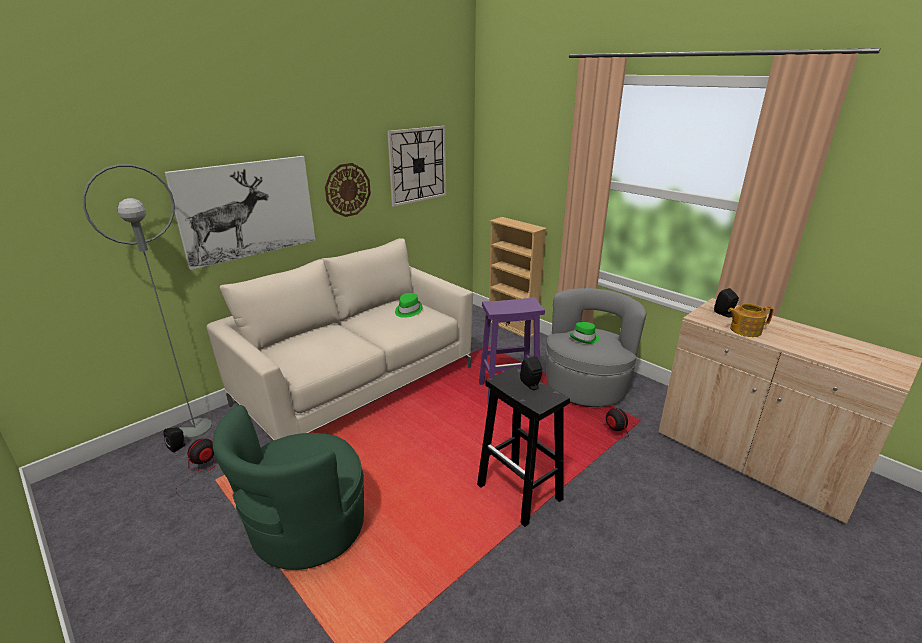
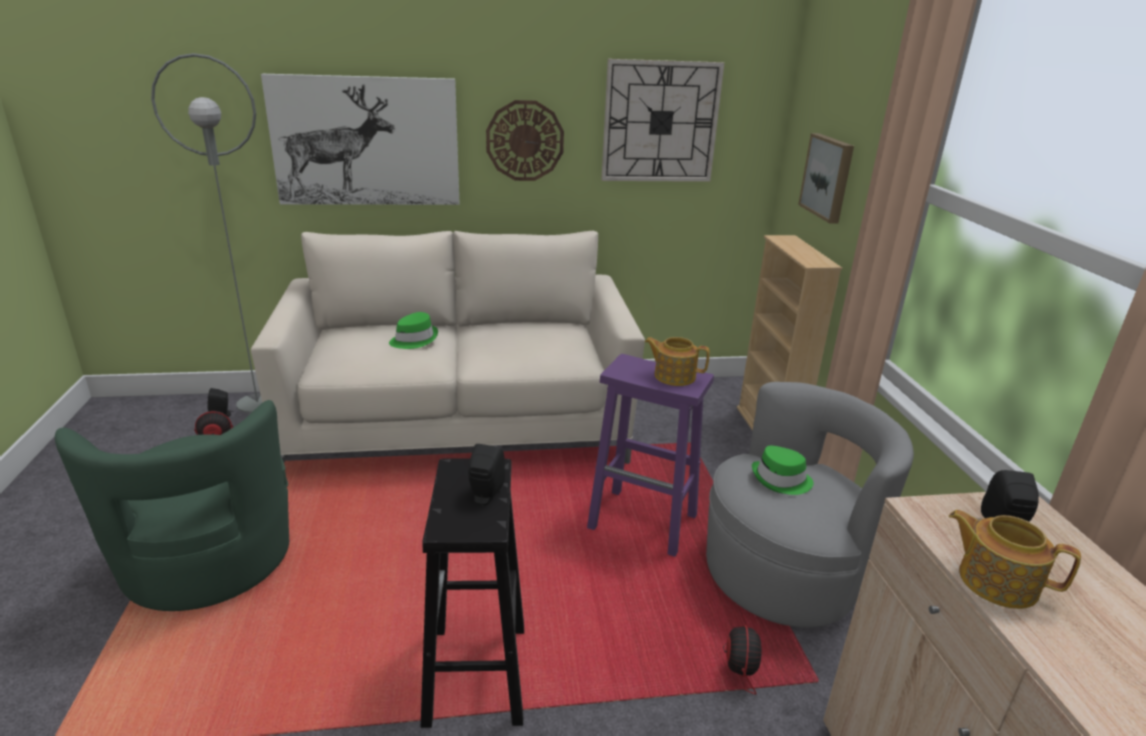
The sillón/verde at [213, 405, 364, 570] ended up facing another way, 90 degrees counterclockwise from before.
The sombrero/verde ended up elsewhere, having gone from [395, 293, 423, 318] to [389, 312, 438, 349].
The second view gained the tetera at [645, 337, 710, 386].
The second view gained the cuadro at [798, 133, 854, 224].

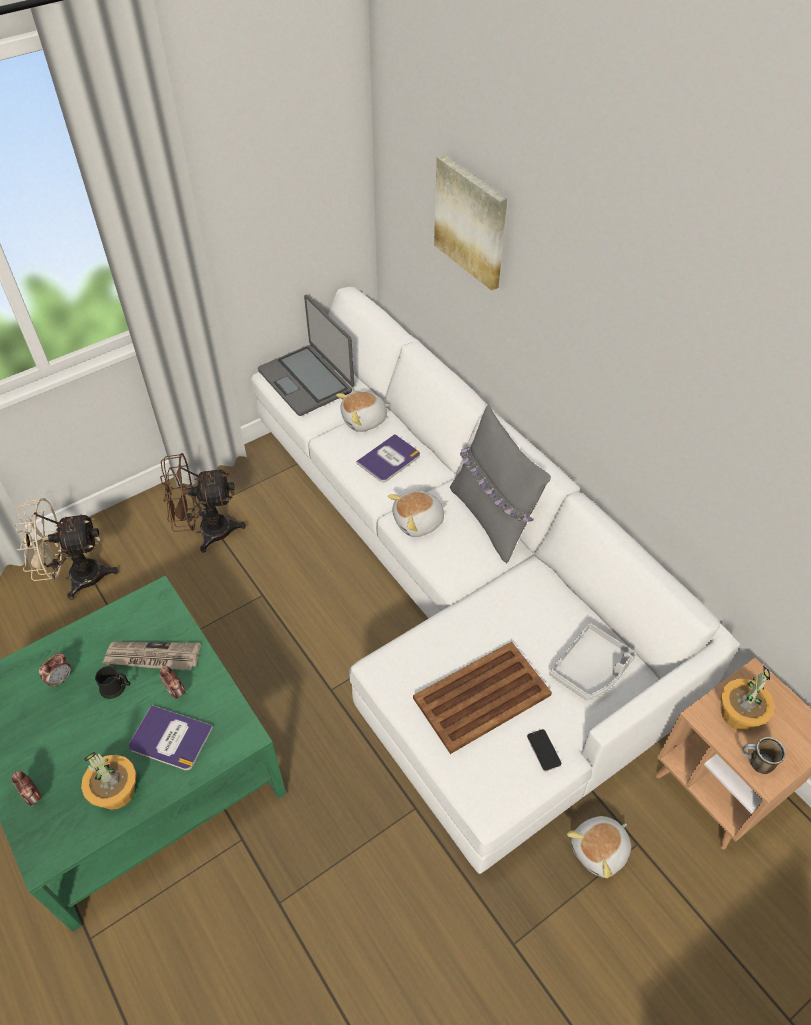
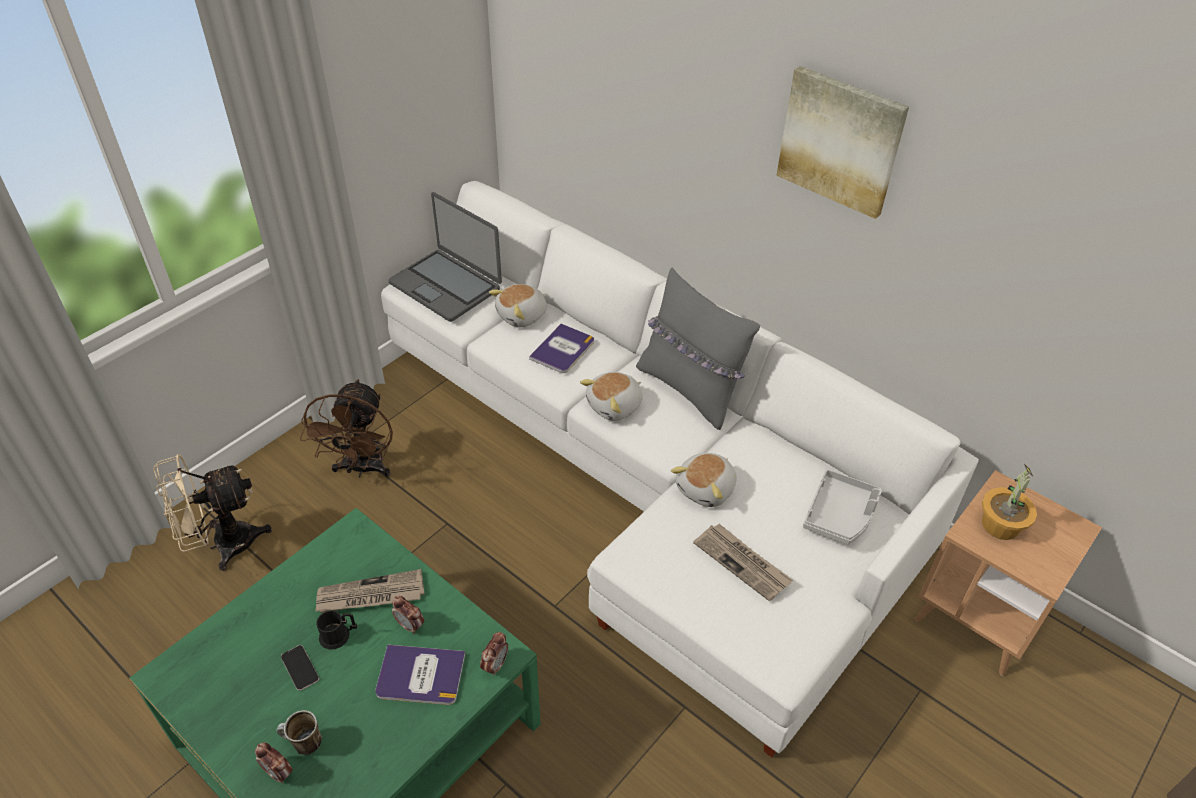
The despertador ended up elsewhere, having gone from [39, 653, 71, 688] to [480, 632, 508, 676].
The second view lost the planta en maceta at [81, 752, 136, 810].
The ventilador/marrón at [160, 453, 246, 553] ended up facing another way, 60 degrees counterclockwise from before.
Where the bandeja/marrón stood at [413, 642, 552, 754], the periódico came to stand at [693, 524, 793, 601].
The cuadro ended up elsewhere, having gone from [434, 155, 507, 291] to [776, 66, 909, 219].
The móvil ended up elsewhere, having gone from [527, 729, 562, 771] to [281, 645, 319, 691].
The peluche ended up elsewhere, having gone from [567, 816, 631, 878] to [671, 453, 737, 507].
The taza grande ended up elsewhere, having gone from [742, 737, 786, 774] to [276, 710, 322, 755].

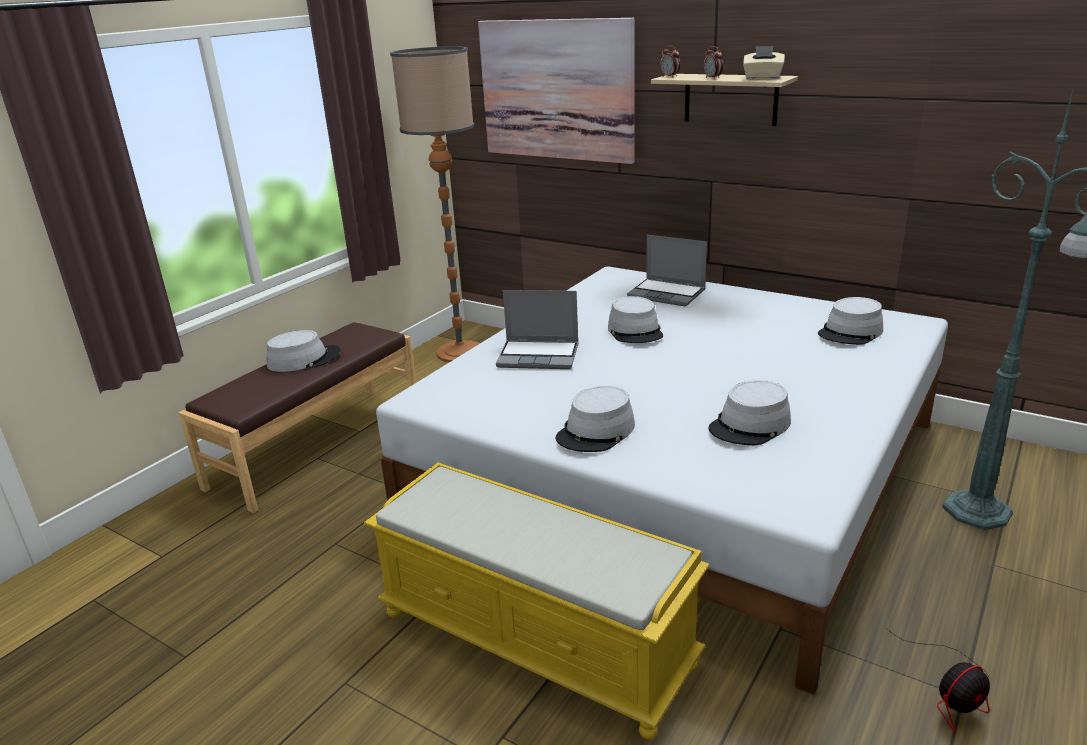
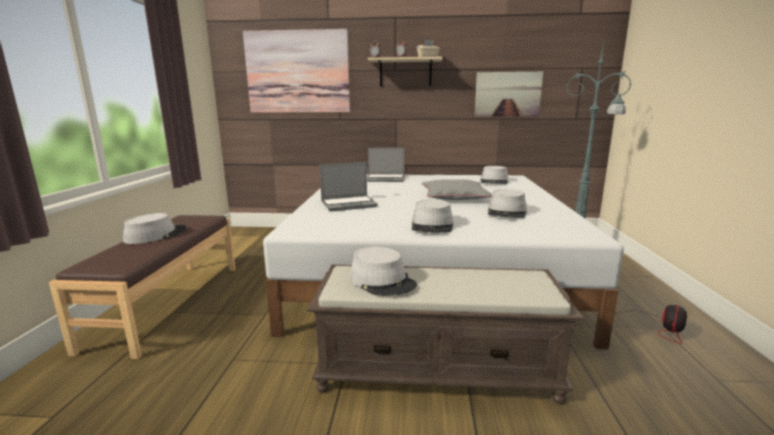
What was the banco/amarillo at [364, 462, 710, 740] turned into the banco/marrón at [307, 264, 584, 404].
The second view lost the lámpara de pie at [390, 46, 480, 362].
The sombrero/gris ended up elsewhere, having gone from [608, 296, 663, 343] to [350, 247, 417, 296].
The second view gained the cojín/gris at [422, 179, 492, 200].
The second view gained the cuadro at [475, 72, 543, 117].

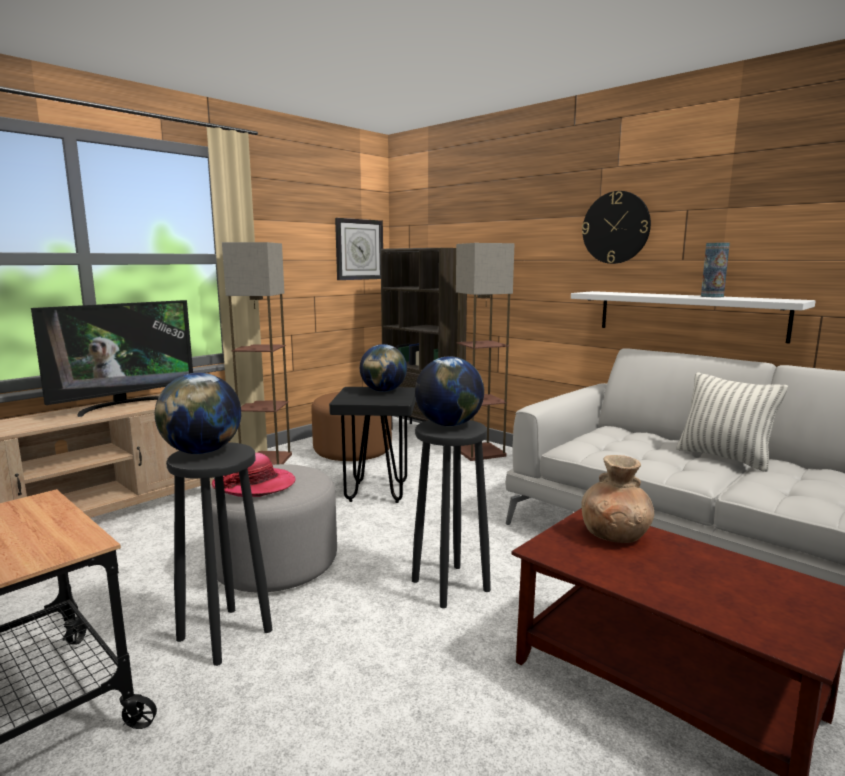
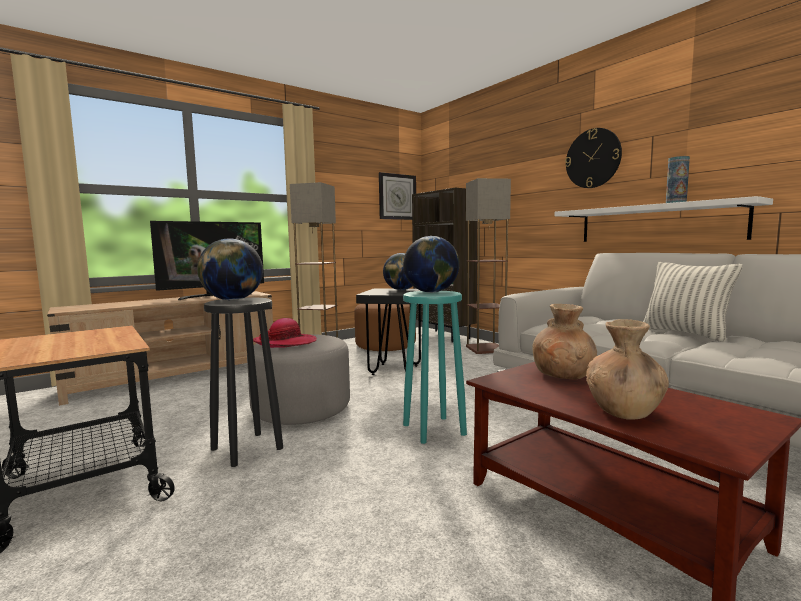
What was the taburete/negro at [412, 420, 491, 608] turned into the taburete/turquesa at [403, 291, 467, 444].
The second view gained the florero/marrón at [586, 319, 669, 420].

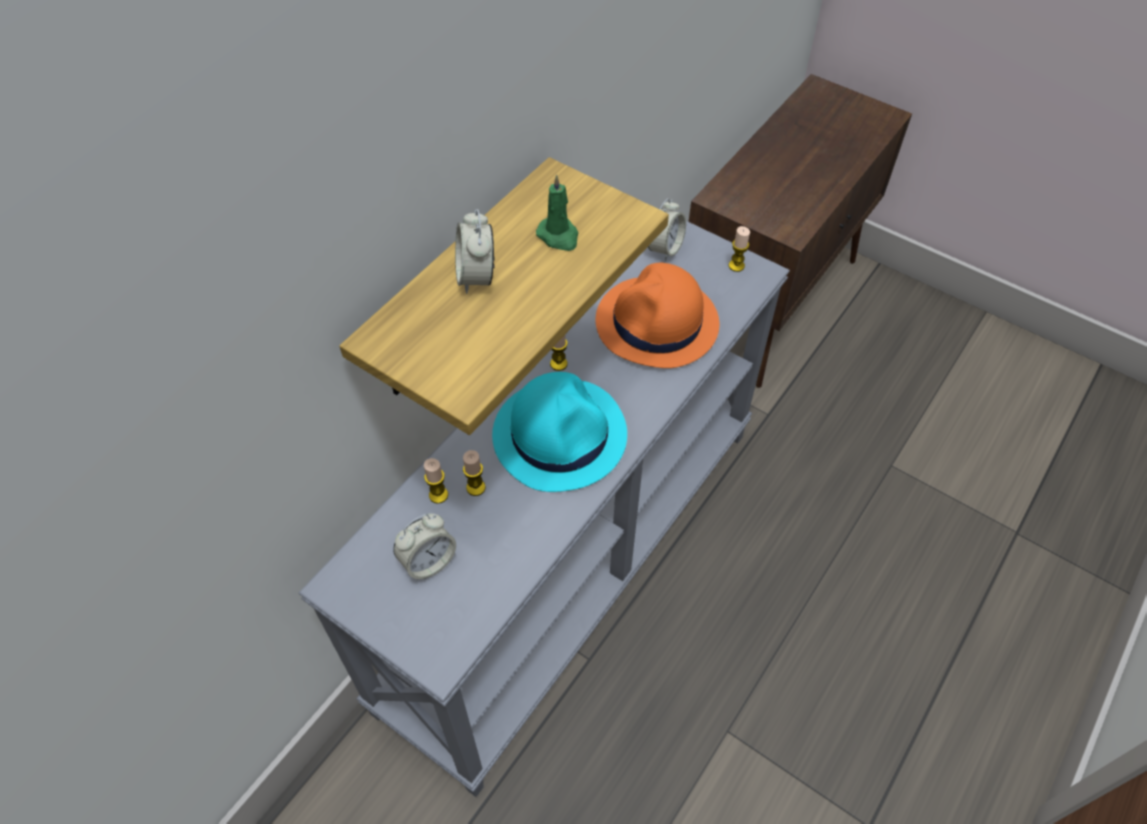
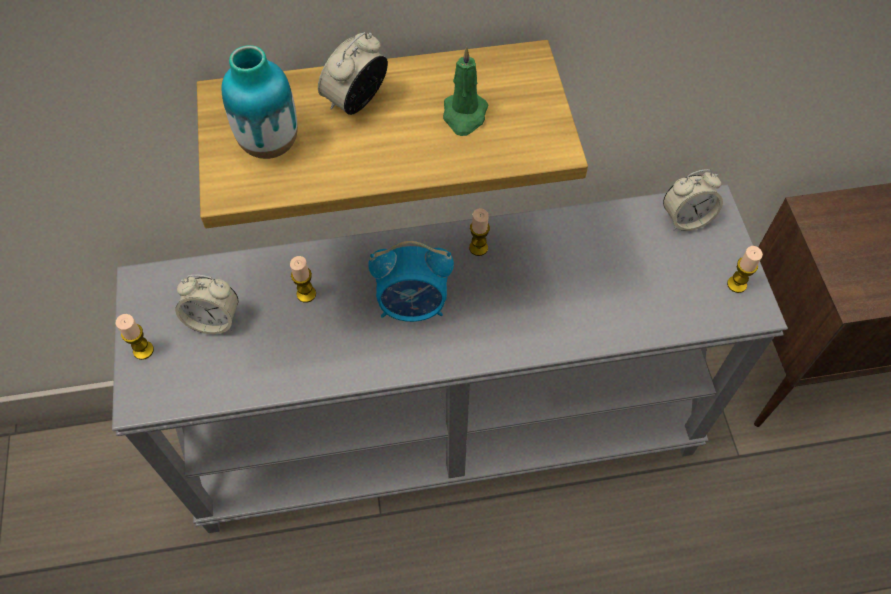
The vela ended up elsewhere, having gone from [424, 458, 448, 504] to [116, 314, 154, 360].
Where the sombrero/turquesa stood at [492, 372, 627, 492], the despertador came to stand at [368, 241, 454, 322].
The second view lost the sombrero/naranja at [595, 263, 719, 368].
The second view gained the florero at [221, 45, 298, 159].

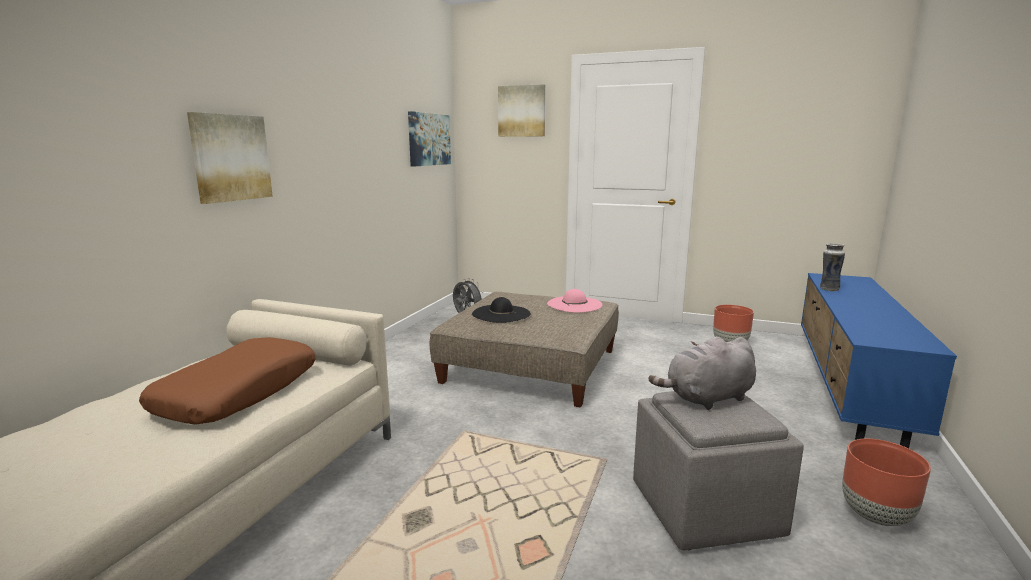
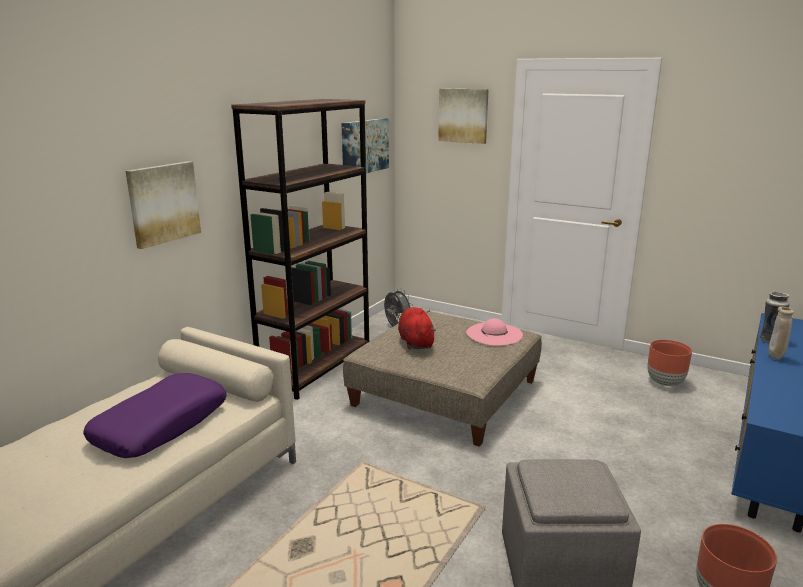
What was the cojín/marrón at [139, 337, 316, 425] turned into the cojín/morado at [83, 373, 227, 458].
Where the sombrero/negro stood at [472, 297, 531, 323], the peluche/rojo came to stand at [398, 307, 436, 349].
The second view lost the peluche/gris at [649, 336, 756, 410].
The second view gained the estantería/marrón at [231, 99, 369, 400].
The second view gained the florero/beis at [769, 307, 794, 360].

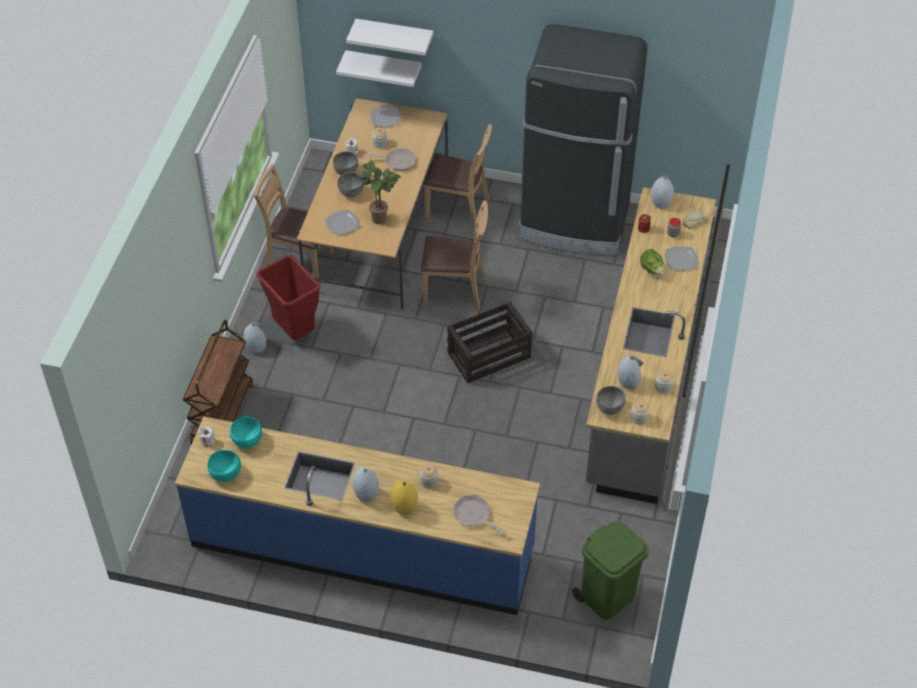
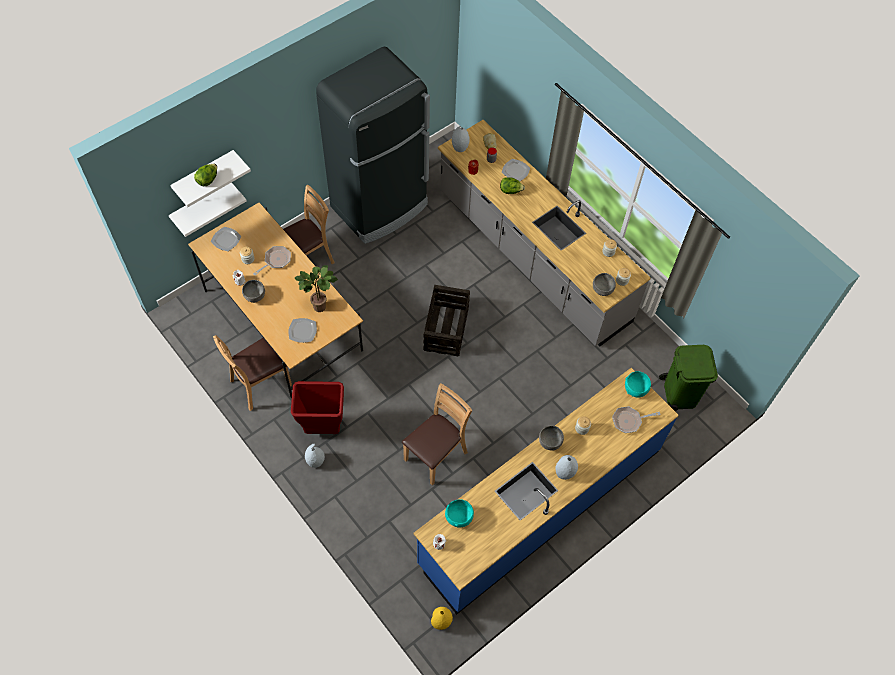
The second view lost the carrito/marrón at [183, 320, 253, 444].
The cuenco/turquesa ended up elsewhere, having gone from [207, 450, 241, 482] to [625, 371, 651, 398].
The cuenco/gris ended up elsewhere, having gone from [338, 172, 364, 197] to [539, 425, 564, 451].
The florero/amarillo ended up elsewhere, having gone from [390, 481, 418, 515] to [431, 607, 453, 630].
The silla/marrón ended up elsewhere, having gone from [421, 200, 488, 310] to [402, 383, 473, 485].
The second view lost the florero/gris at [618, 356, 644, 390].
The second view gained the lechuga at [194, 164, 217, 186].

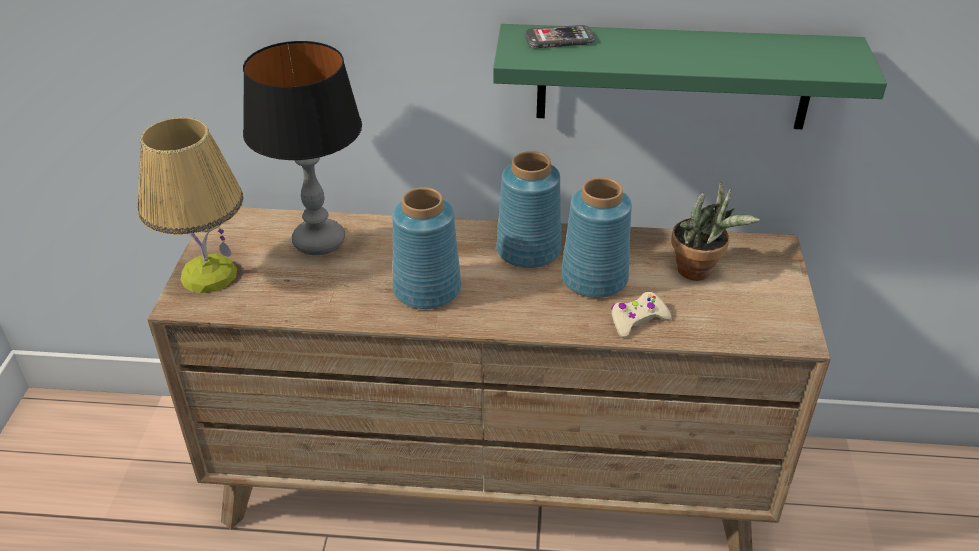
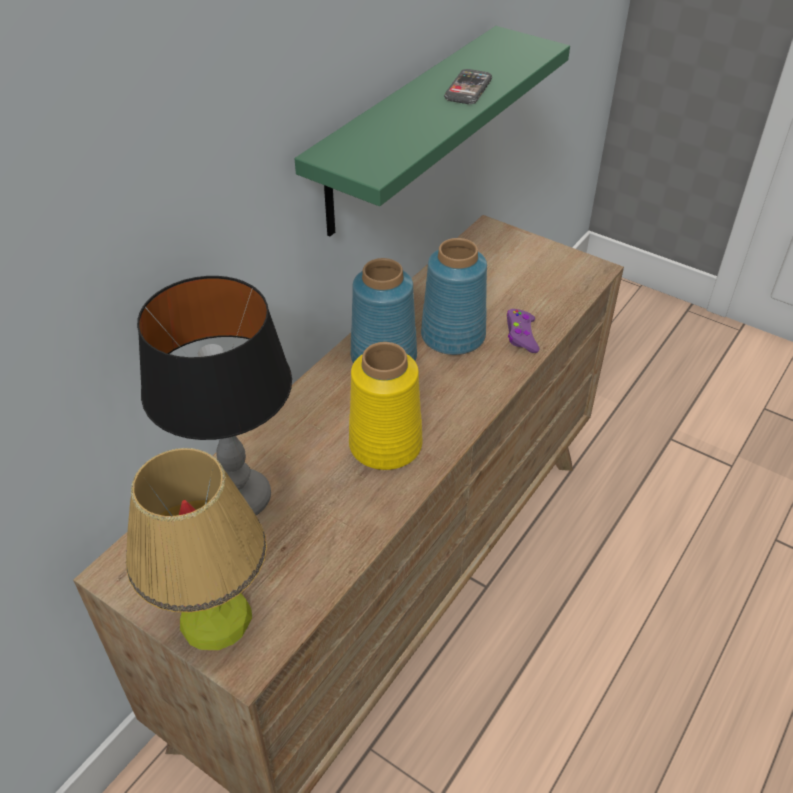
What was the florero/azul at [392, 187, 461, 309] turned into the florero/amarillo at [349, 342, 422, 470].
The móvil ended up elsewhere, having gone from [525, 25, 595, 48] to [444, 69, 492, 104].
What was the mando de consola/beis at [611, 292, 671, 338] turned into the mando de consola/morado at [507, 309, 539, 353].
The second view lost the planta en maceta at [671, 181, 760, 281].

